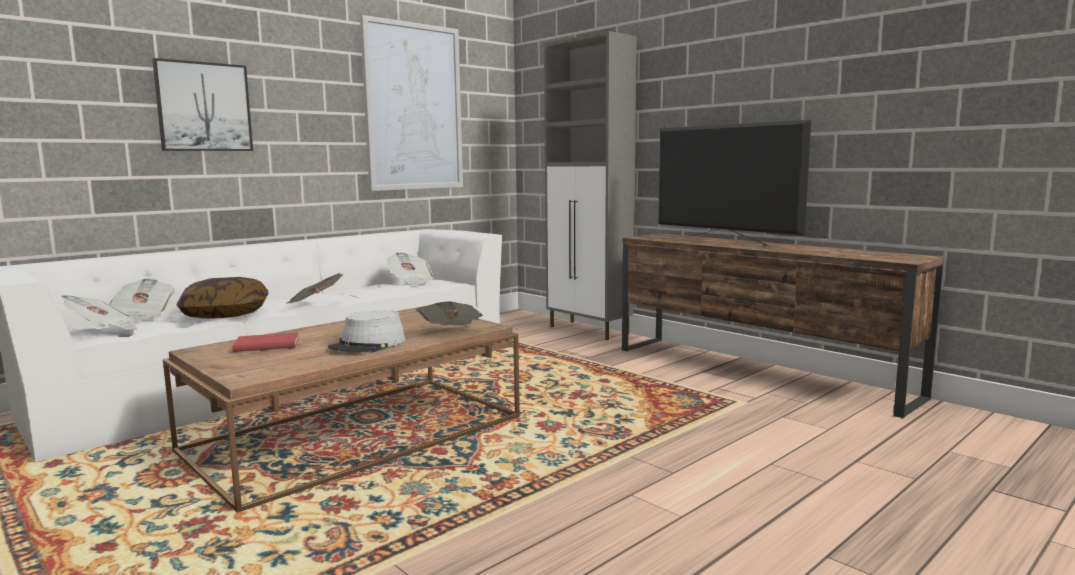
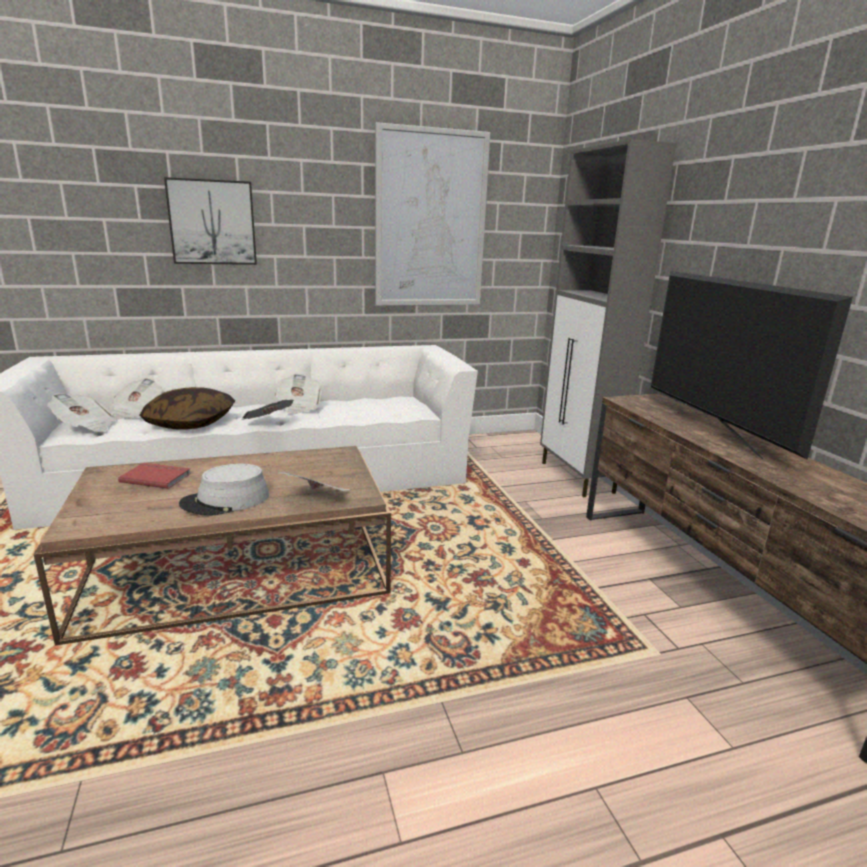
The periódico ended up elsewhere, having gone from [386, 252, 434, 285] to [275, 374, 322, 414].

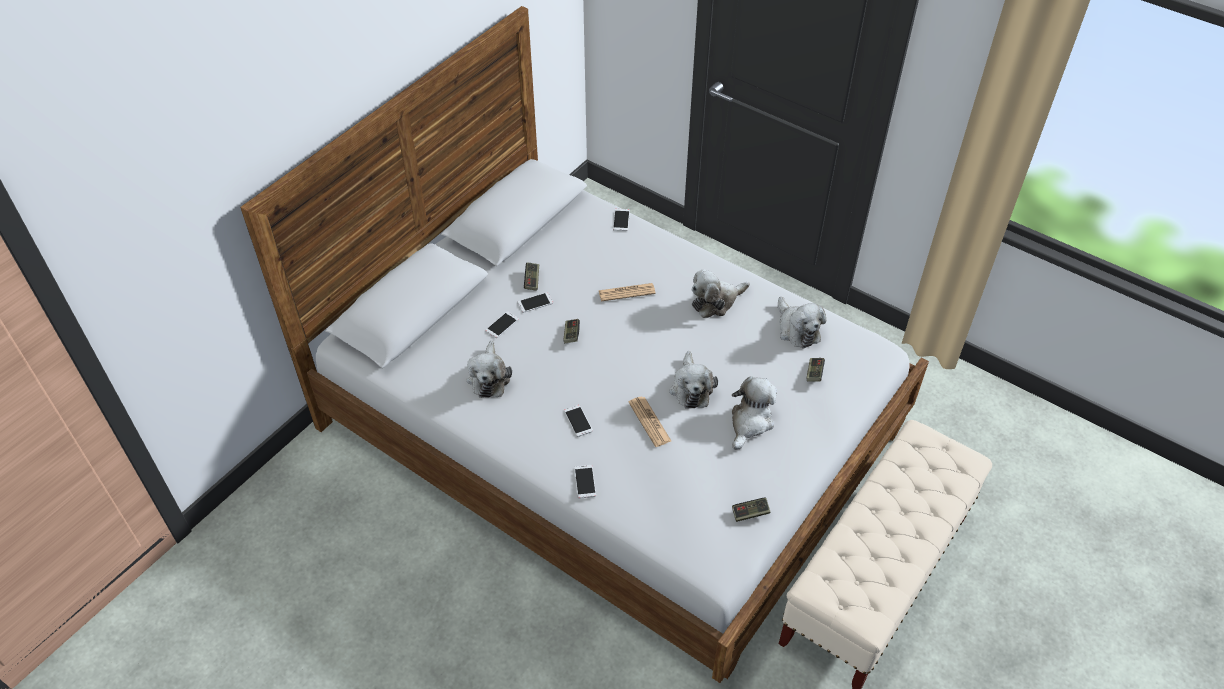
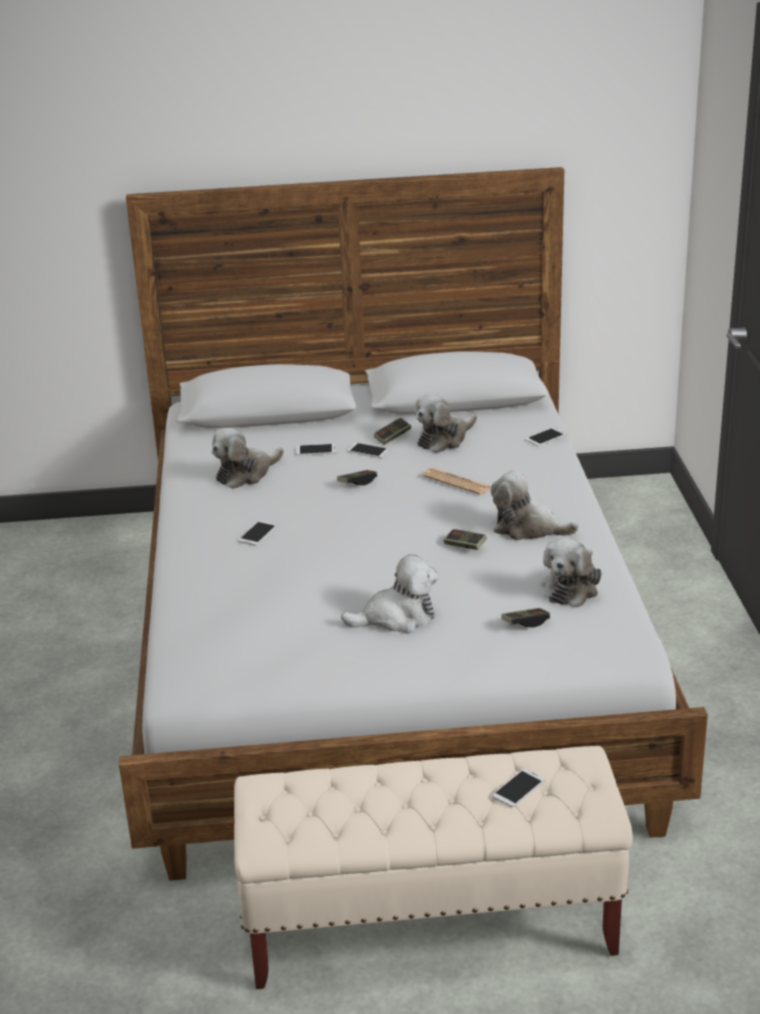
The móvil ended up elsewhere, having gone from [574, 465, 596, 498] to [492, 769, 545, 808].
The second view lost the periódico at [629, 397, 671, 447].
The peluche ended up elsewhere, having gone from [669, 351, 718, 409] to [414, 394, 477, 453].
The mando de consola ended up elsewhere, having gone from [732, 497, 771, 522] to [443, 529, 487, 550].

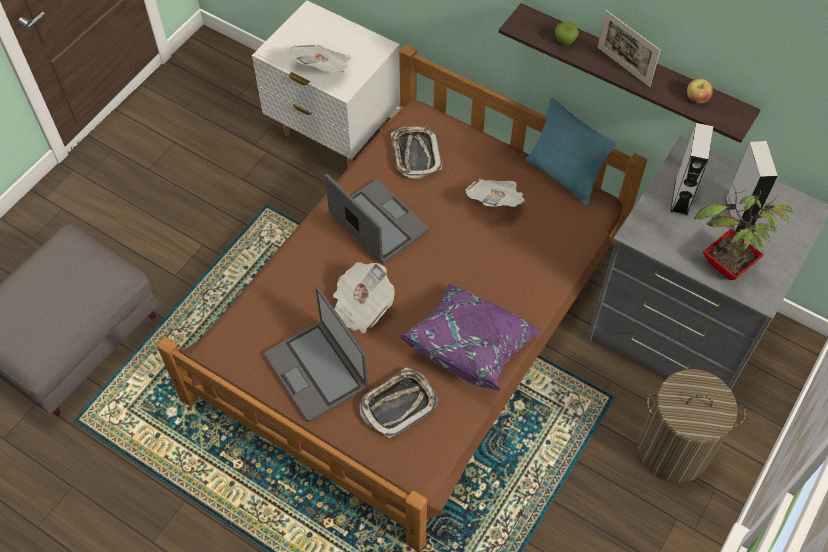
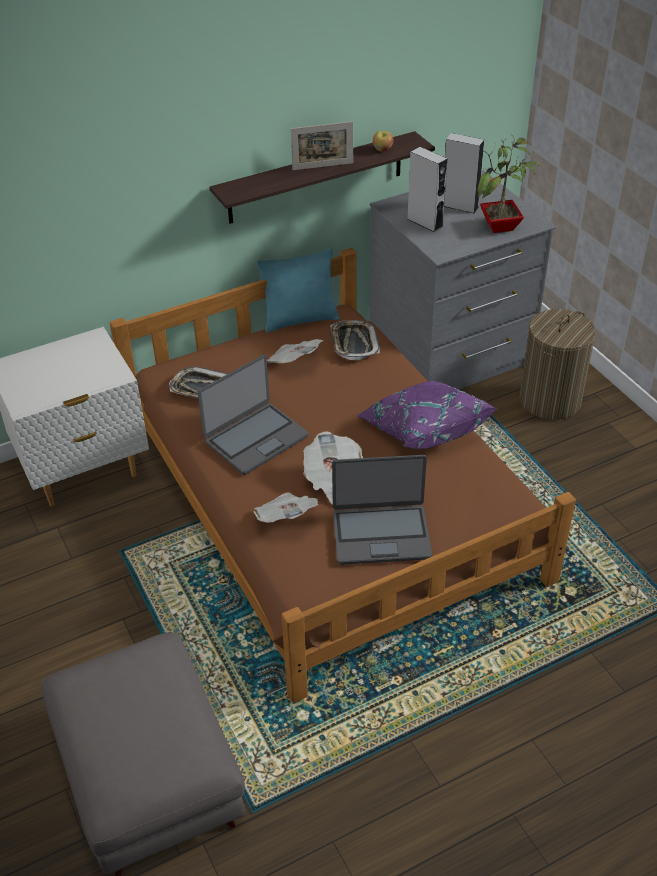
The periódico ended up elsewhere, having gone from [289, 45, 351, 72] to [254, 493, 318, 523].
The portátil at [325, 174, 429, 263] ended up facing another way, 150 degrees clockwise from before.
The bandeja ended up elsewhere, having gone from [360, 368, 438, 438] to [330, 320, 380, 360].
The second view lost the manzana at [555, 22, 579, 46].

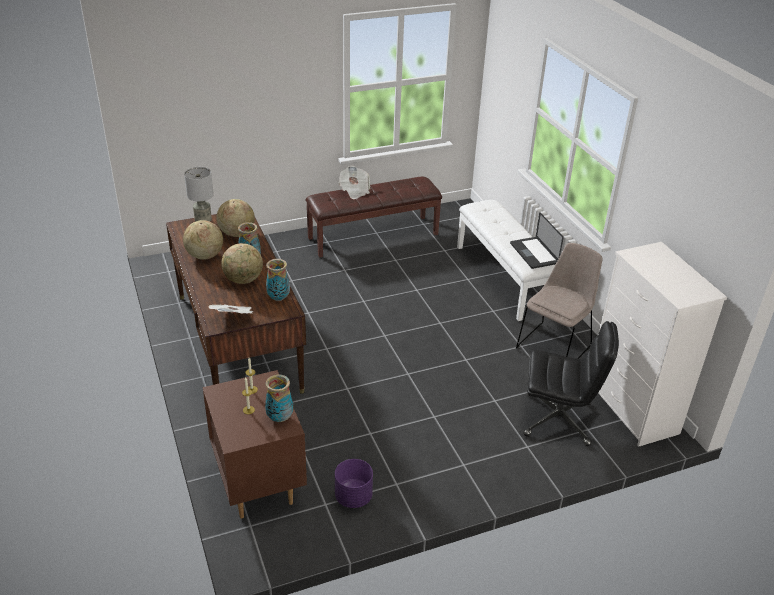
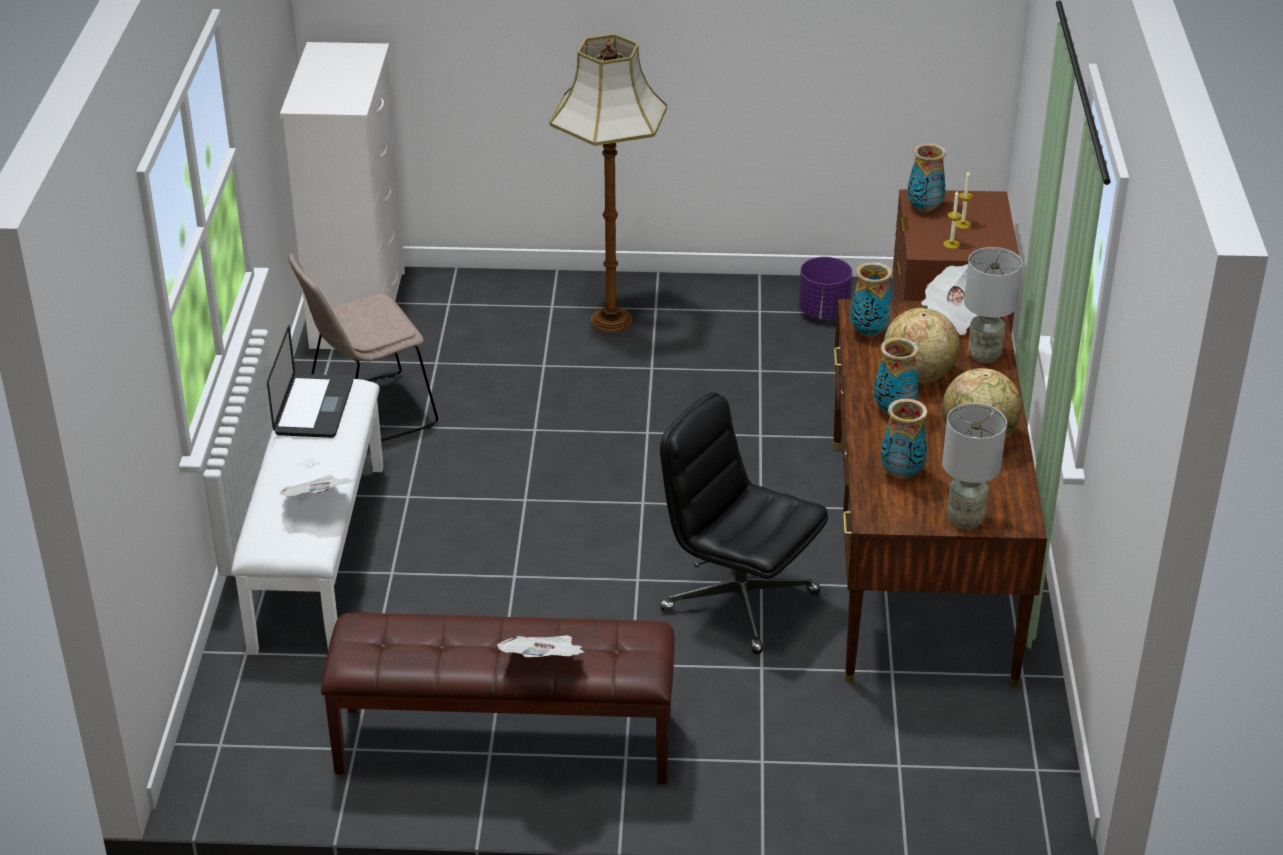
Where the globo terráqueo stood at [216, 199, 255, 237], the florero came to stand at [881, 399, 927, 479].
The silla de oficina/negro ended up elsewhere, having gone from [524, 321, 619, 446] to [660, 392, 828, 654].
The second view gained the periódico at [279, 475, 355, 496].
The second view gained the lámpara de pie at [549, 34, 667, 333].
The second view gained the lámpara de mesa/gris at [964, 247, 1022, 363].

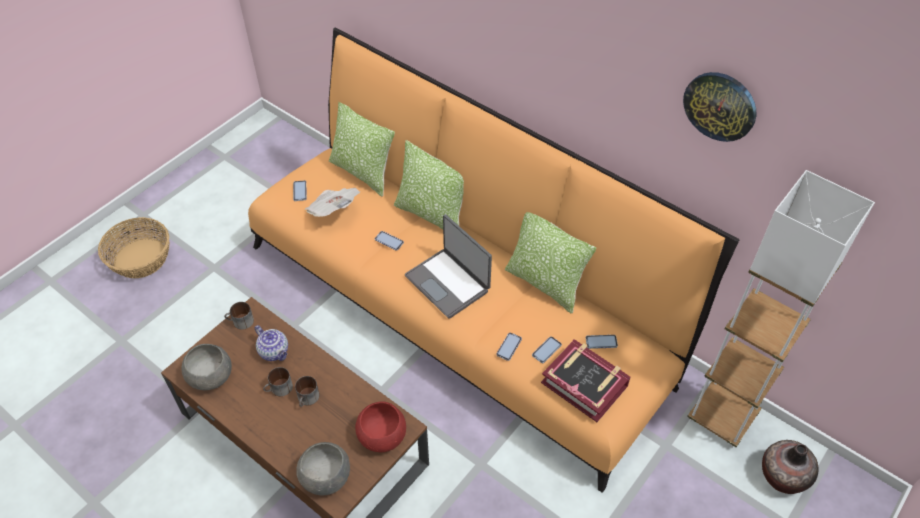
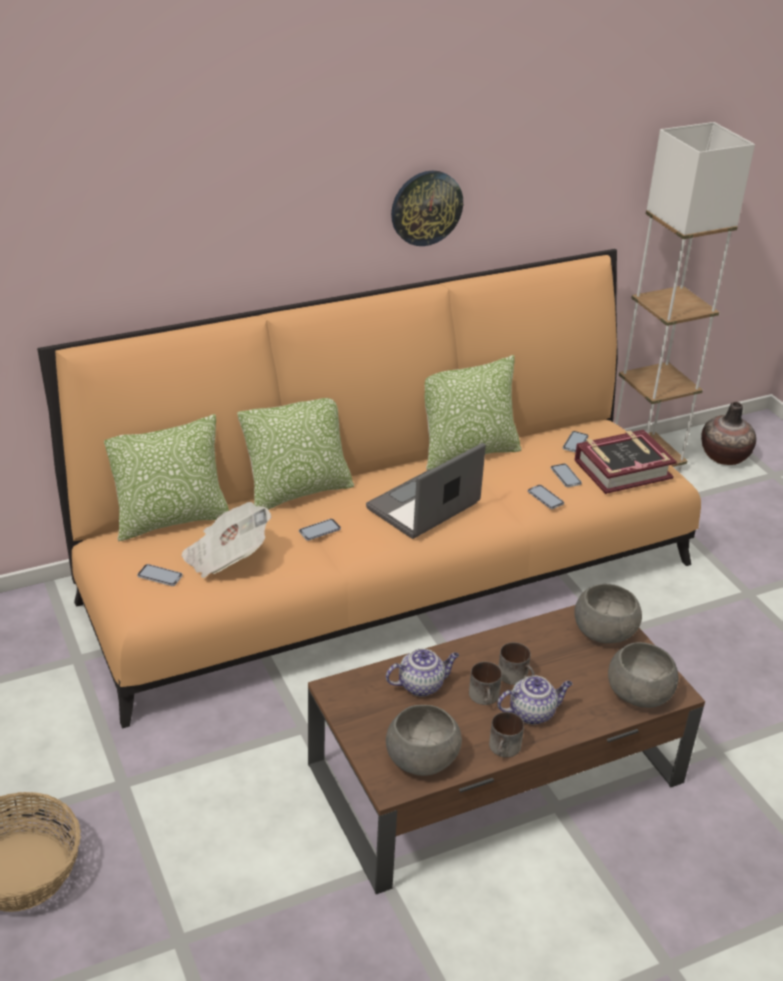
The taza grande ended up elsewhere, having gone from [224, 302, 254, 330] to [489, 712, 524, 757].
What was the cuenco/rojo at [355, 402, 406, 452] turned into the cuenco/gris at [574, 584, 642, 643].
The portátil at [405, 214, 492, 319] ended up facing another way, 150 degrees clockwise from before.
The reloj de pared ended up elsewhere, having gone from [683, 72, 756, 142] to [391, 170, 463, 246].
The second view gained the tetera at [497, 675, 573, 725].

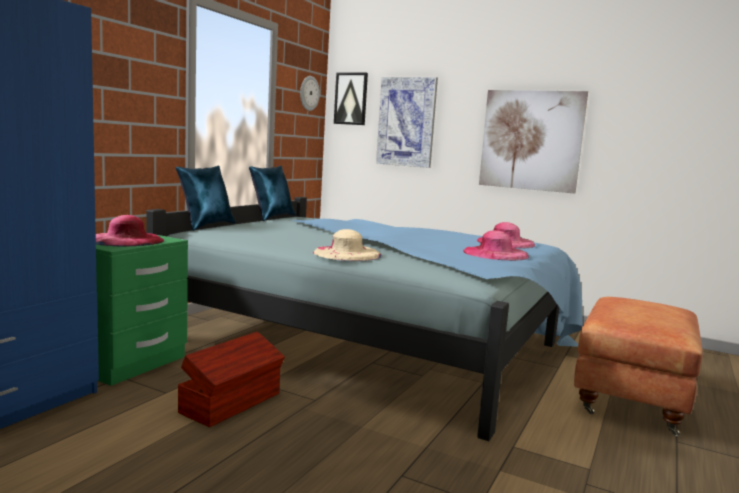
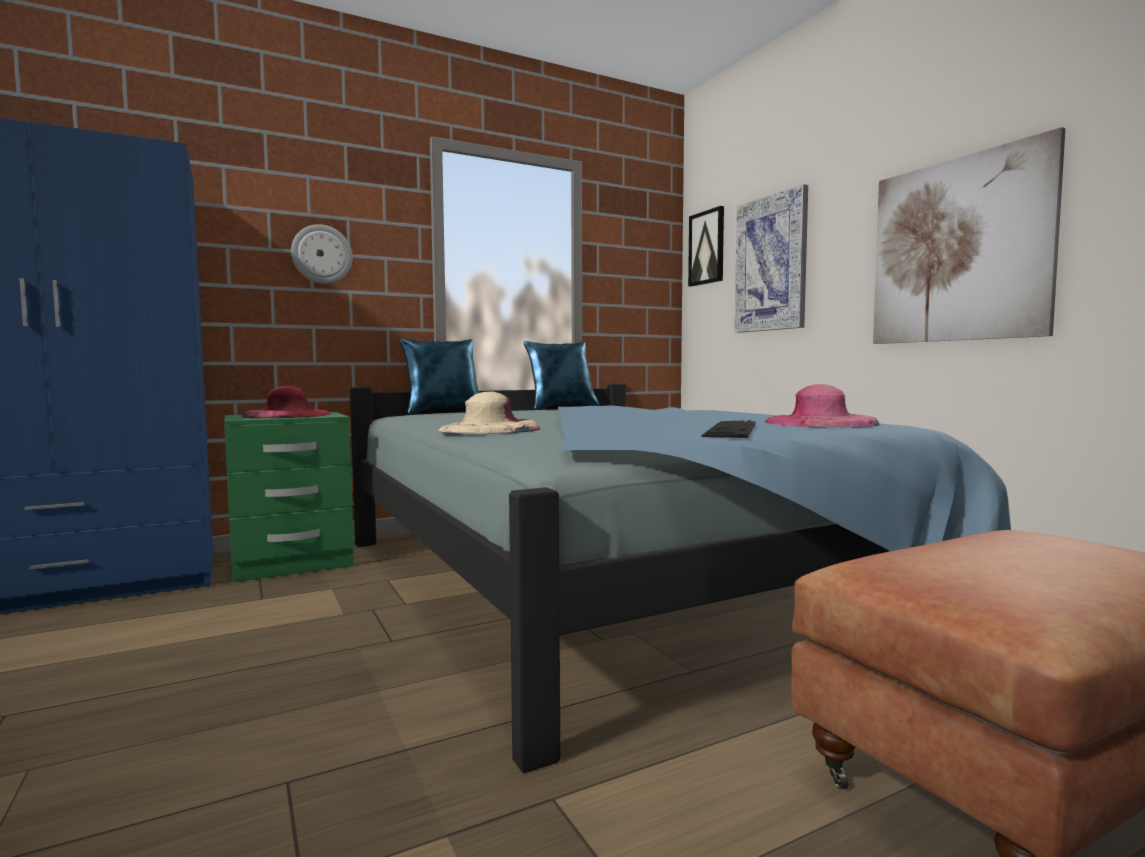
The second view lost the caja de almacenaje/marrón at [178, 331, 285, 427].
The reloj de pared ended up elsewhere, having gone from [300, 76, 320, 111] to [291, 224, 353, 284].
Where the sombrero/rosa stood at [463, 230, 529, 261], the teclado came to stand at [701, 420, 755, 438].

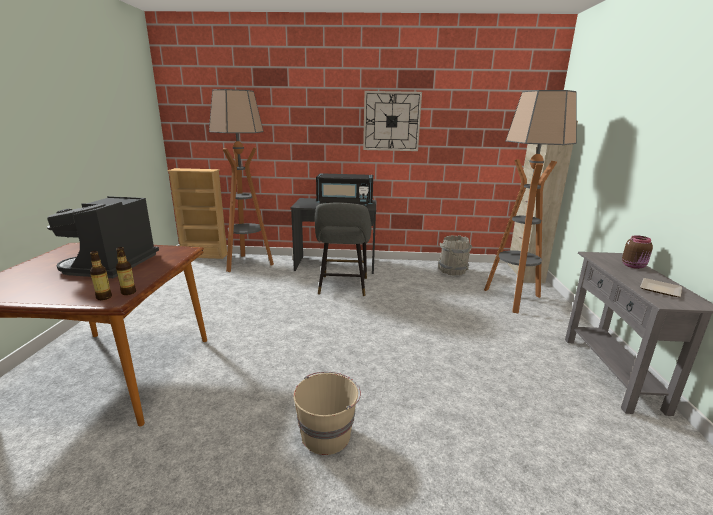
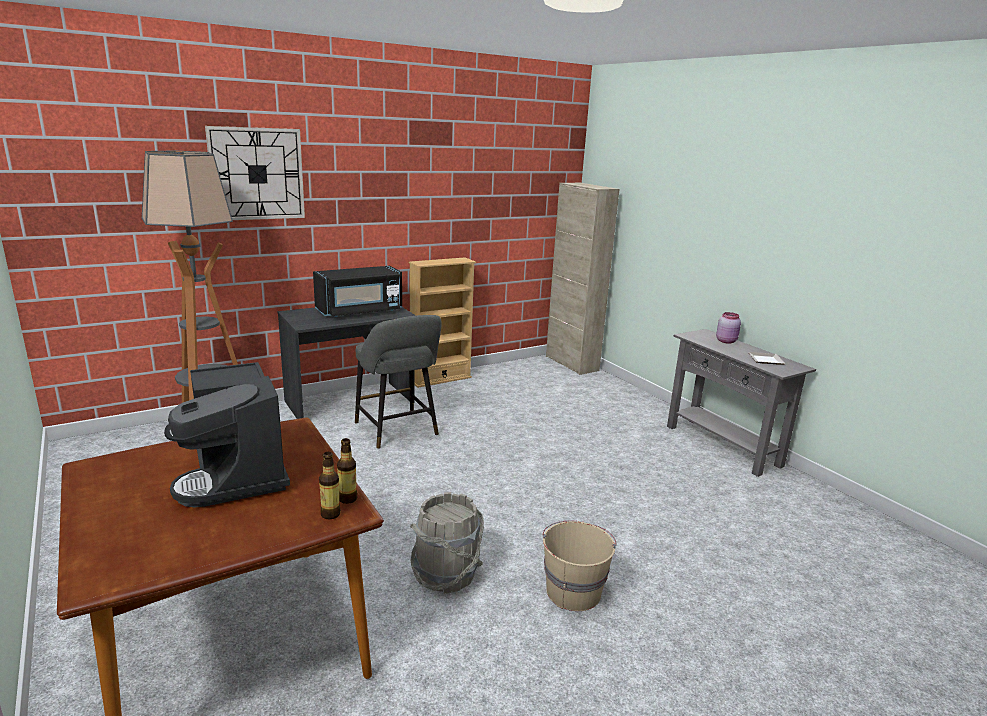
The estantería/beis ended up elsewhere, having gone from [168, 168, 227, 259] to [409, 257, 476, 388].
The reloj de pared ended up elsewhere, having gone from [363, 91, 422, 151] to [205, 126, 305, 220].
The cubo/gris ended up elsewhere, having gone from [438, 235, 472, 276] to [411, 492, 484, 594].
The second view lost the lámpara de pie at [484, 90, 577, 313].
What was the tarro/marrón at [622, 235, 653, 269] turned into the tarro/rosa at [716, 312, 741, 344].

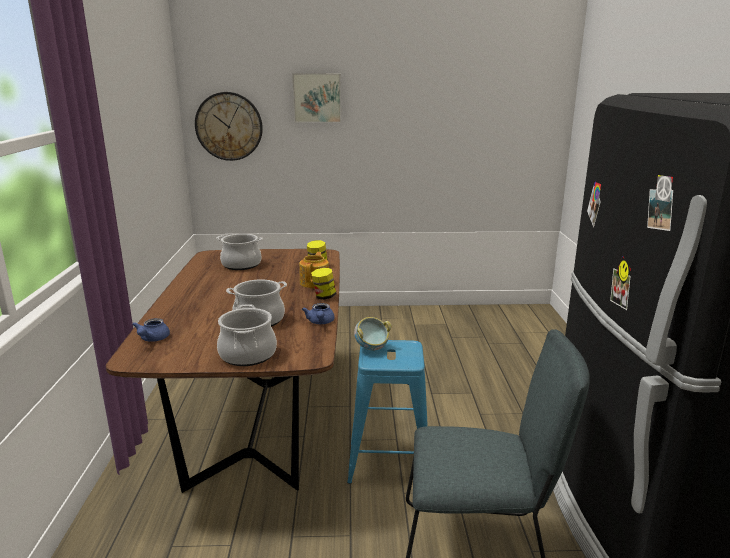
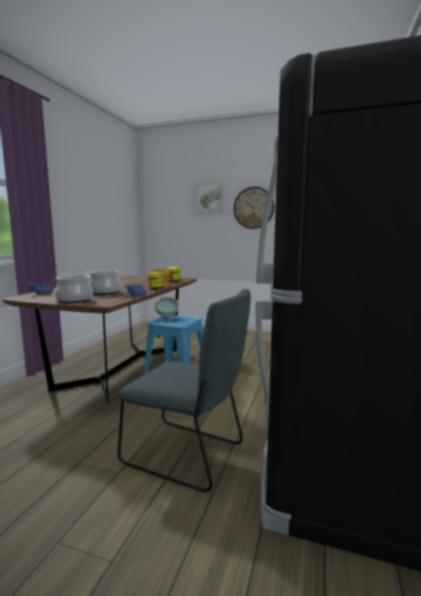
The reloj de pared ended up elsewhere, having gone from [195, 92, 263, 161] to [234, 187, 274, 229].
The second view lost the olla at [217, 234, 263, 270].

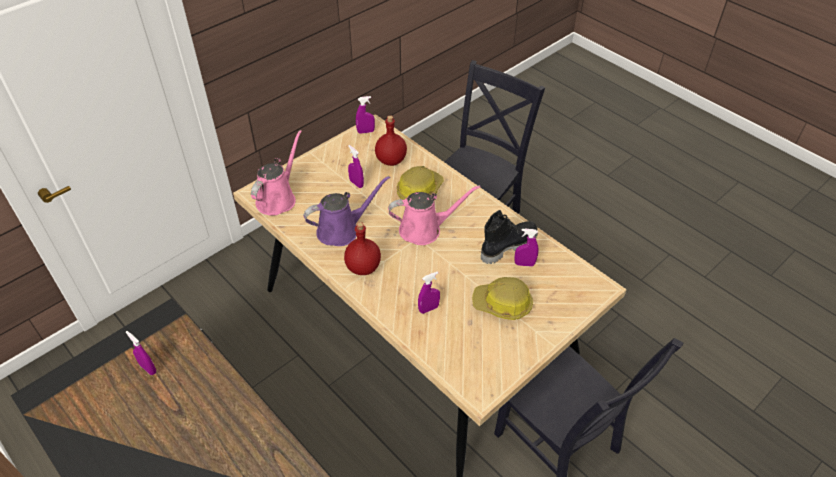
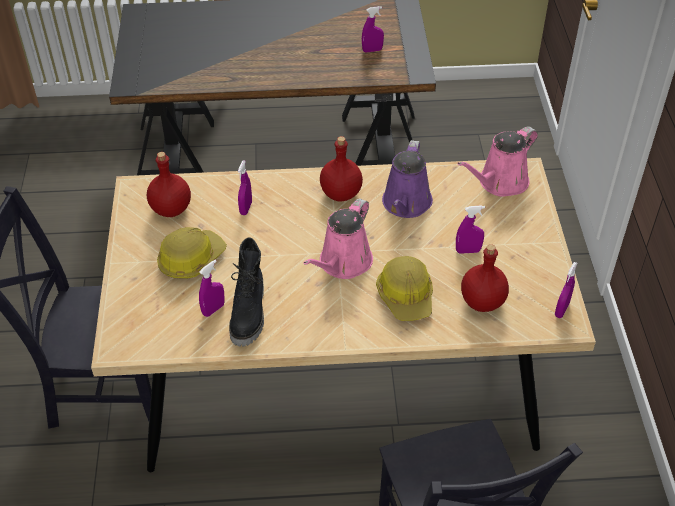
The regadera/rosa at [251, 130, 302, 215] ended up facing another way, 75 degrees clockwise from before.
The second view gained the botella/rojo at [147, 152, 191, 217].

